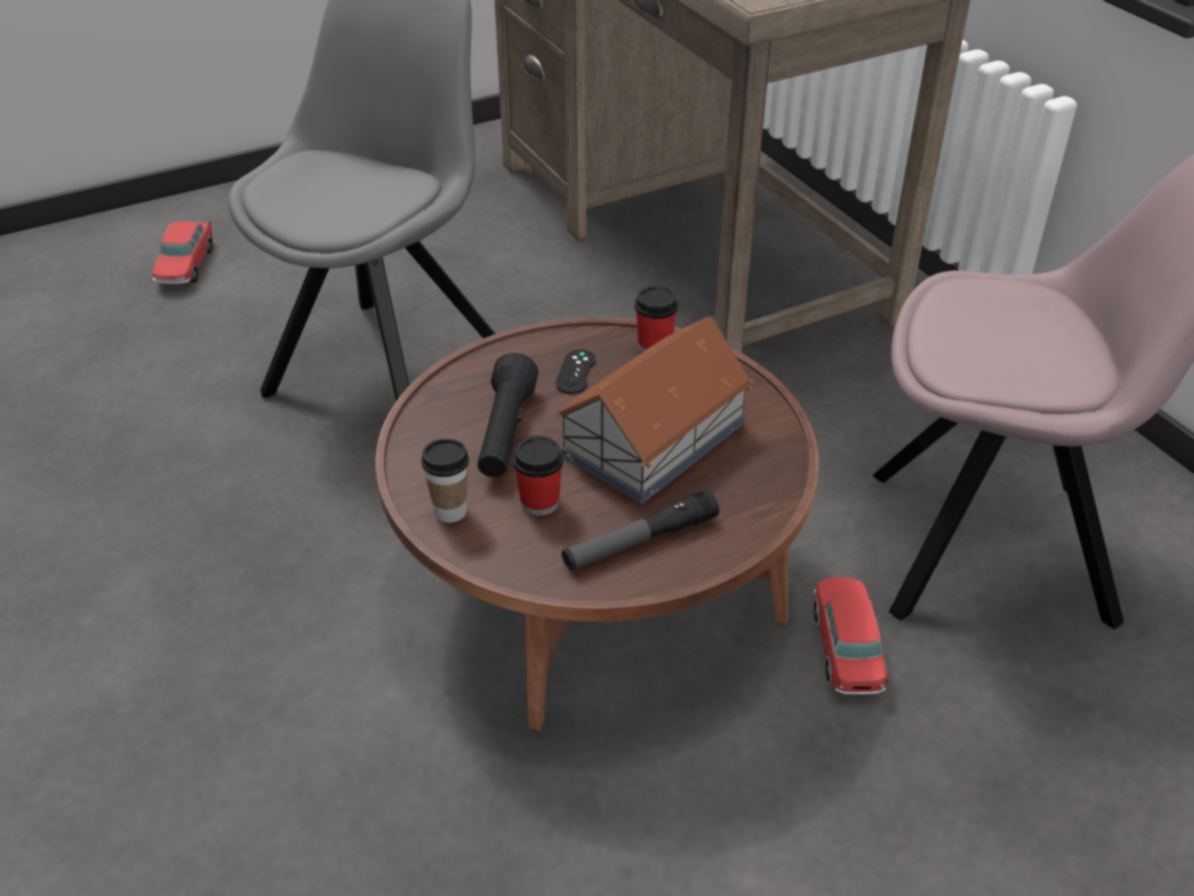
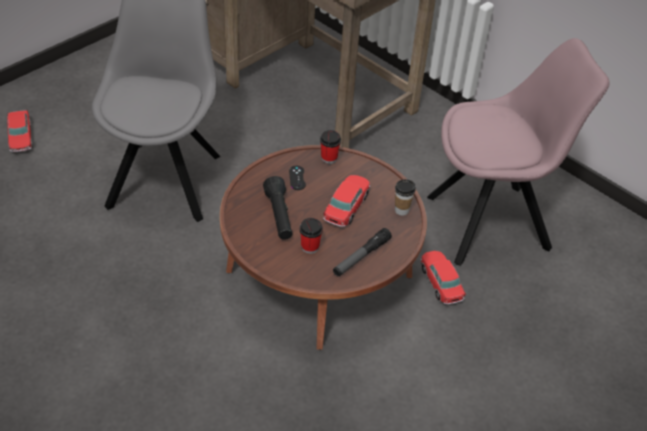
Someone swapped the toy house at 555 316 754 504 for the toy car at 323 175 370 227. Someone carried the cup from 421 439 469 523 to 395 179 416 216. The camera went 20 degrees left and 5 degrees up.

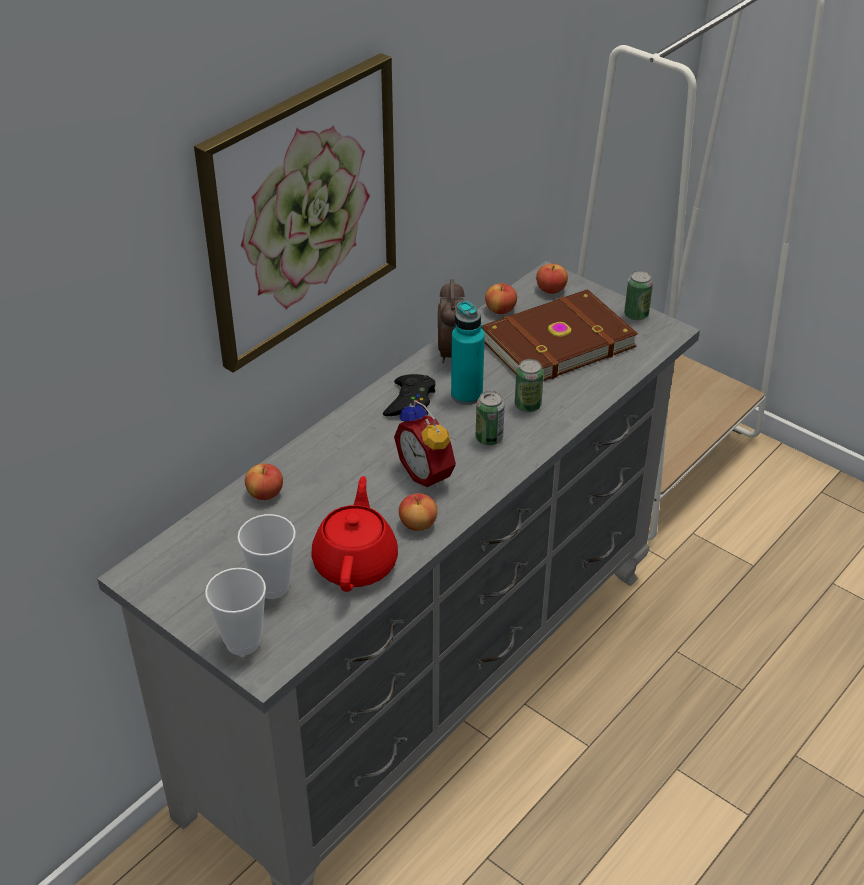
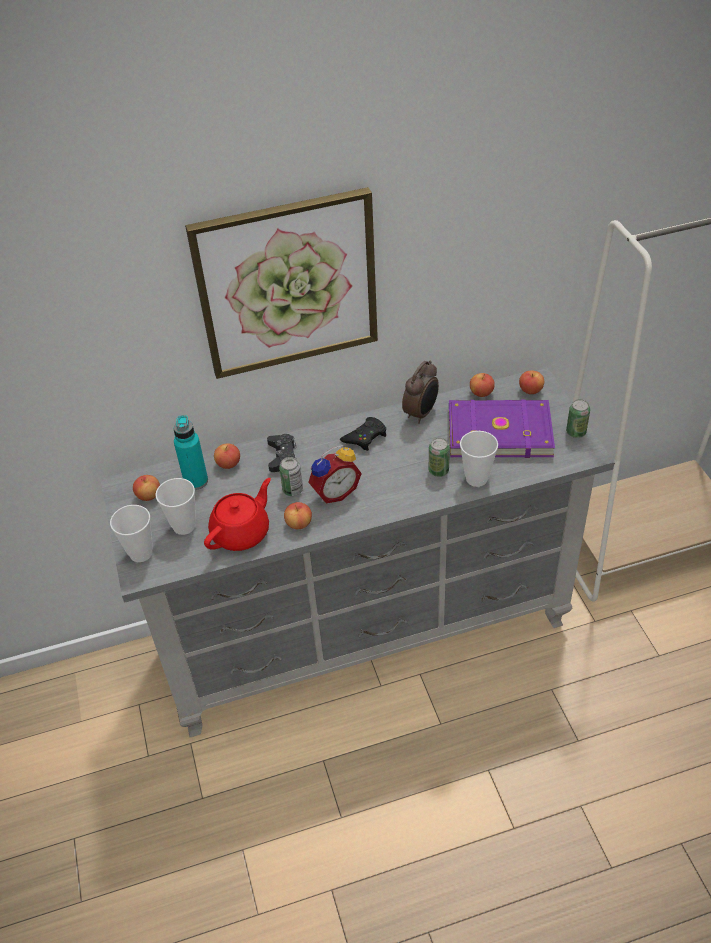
Someone put down the apple at 133 475 160 501. Someone carried the turquoise bottle from 451 301 485 405 to 174 415 208 490. Someone put down the black game controller at 267 434 296 472. Someone carried the can from 476 391 505 445 to 279 457 303 496. Someone rotated the alarm clock at 394 400 457 489 by 120 degrees counterclockwise. Someone repainted the brown book at 481 289 638 381, which became the purple book at 449 399 555 458. Someone put down the cup at 460 431 498 487. The camera went 35 degrees right and 5 degrees up.

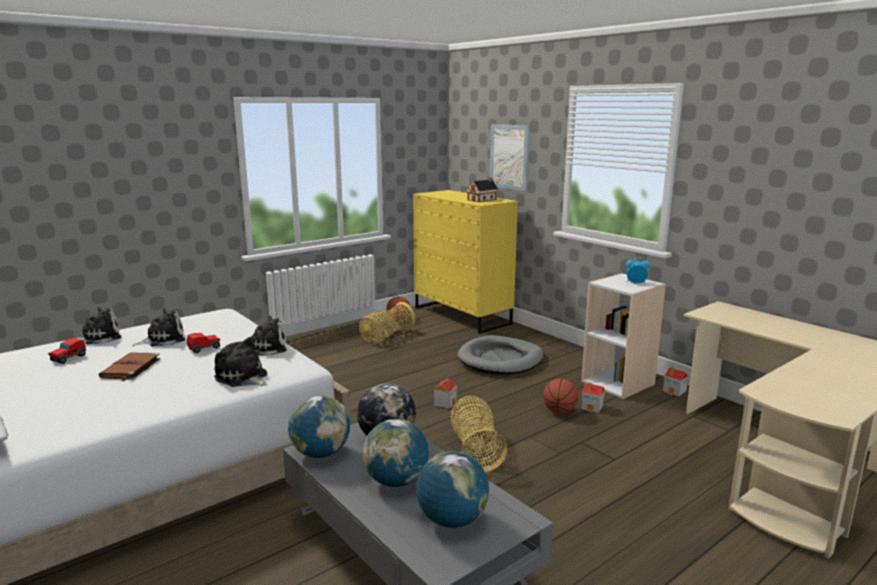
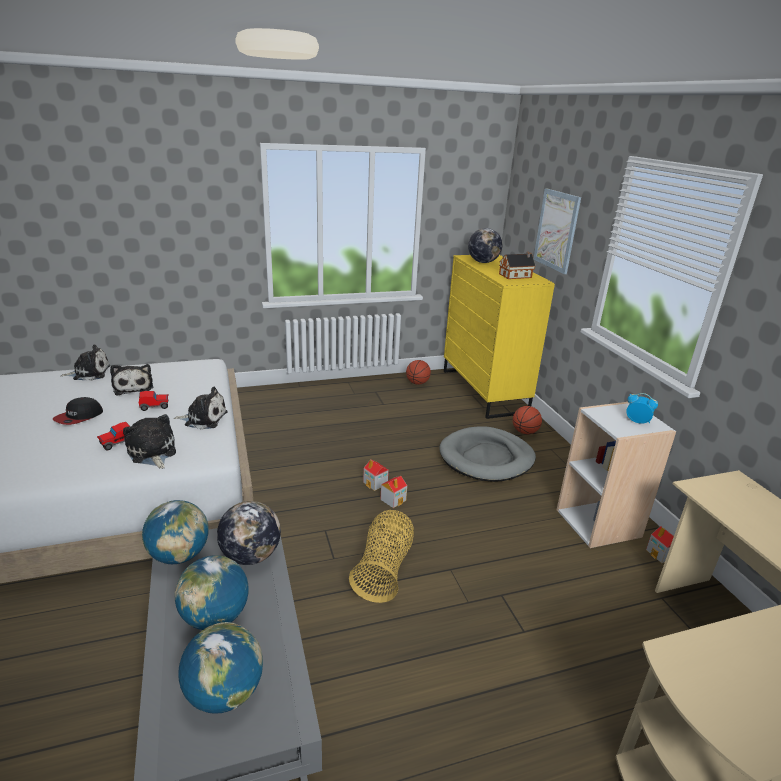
Someone swapped the brown book at 99 352 160 382 for the cap at 53 397 103 425. Someone carried the toy car from 48 338 86 364 to 97 422 131 450. Someone rotated the plush toy at 132 308 185 346 by 75 degrees clockwise. Someone carried the toy house from 581 382 605 413 to 363 460 389 491. Someone put down the globe at 468 228 502 263. Someone carried the basketball from 543 379 578 414 to 513 406 542 434. Someone took away the basket at 359 302 415 343. The camera went 20 degrees right and 10 degrees up.

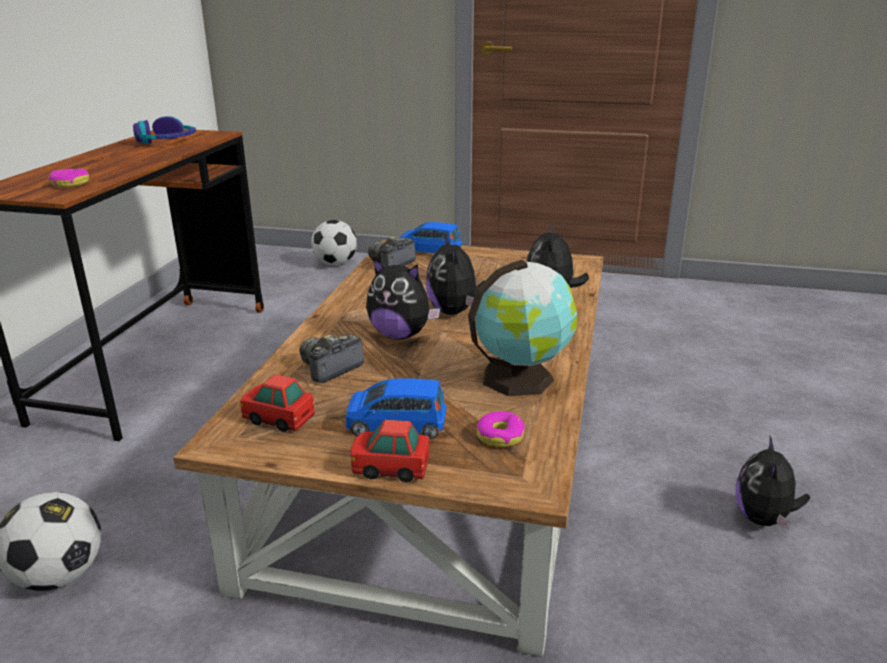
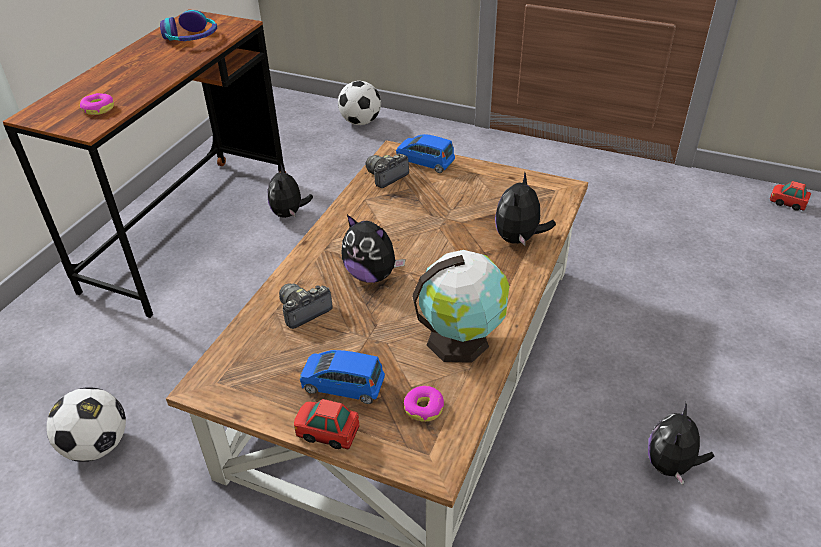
Someone carried the plush toy from 426 233 485 315 to 268 163 313 218. Someone carried the toy car from 240 374 315 432 to 770 181 811 211. The camera went 10 degrees right and 15 degrees up.

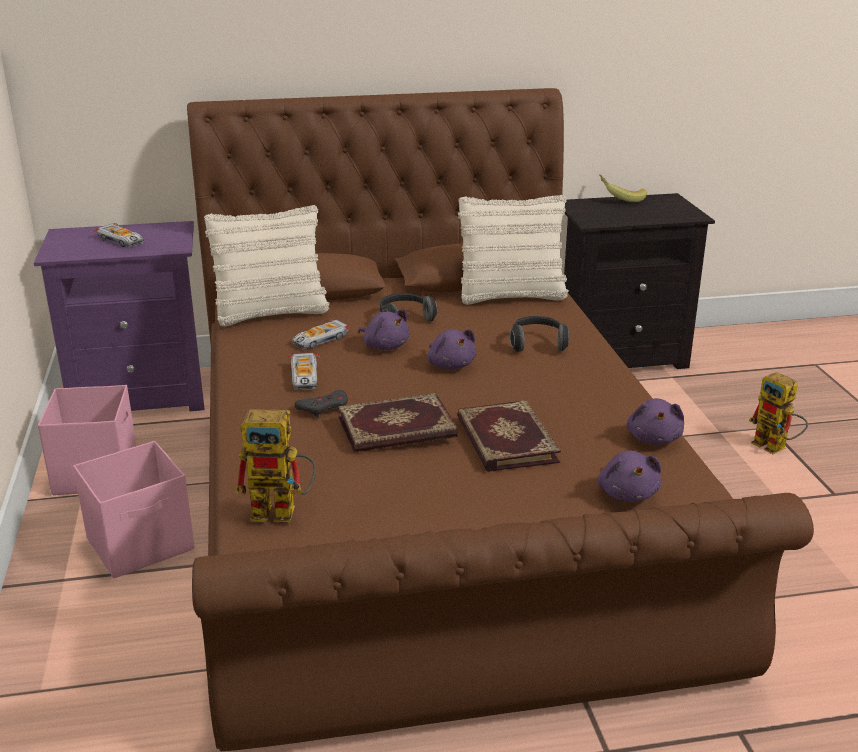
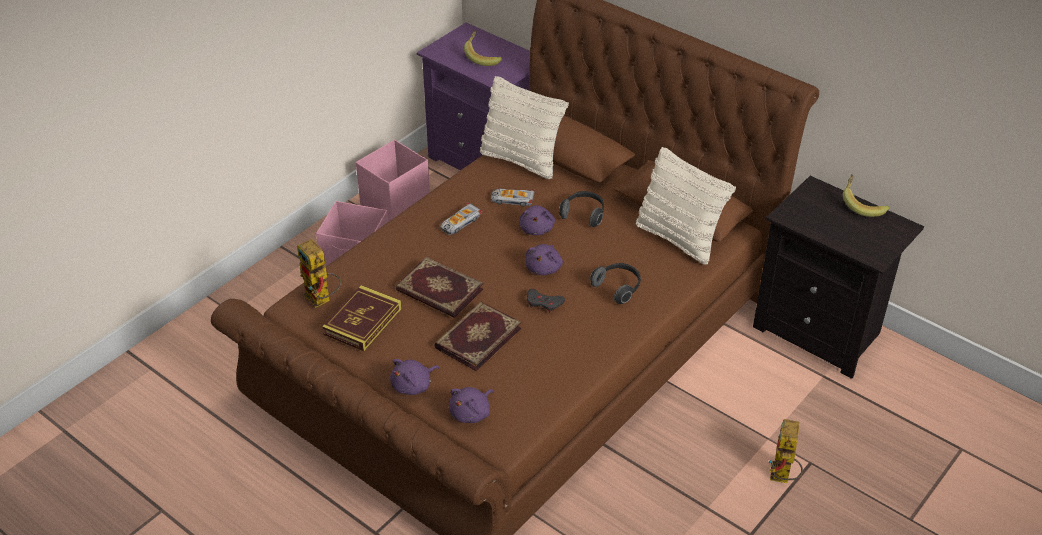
Someone put down the book at 322 285 402 351. Someone carried the purple plush toy from 627 398 684 445 to 390 359 440 395. Someone swapped the toy car at 94 223 144 247 for the banana at 464 30 502 66. Someone carried the grey game controller from 295 390 348 418 to 527 288 565 313. The camera went 50 degrees right and 15 degrees up.

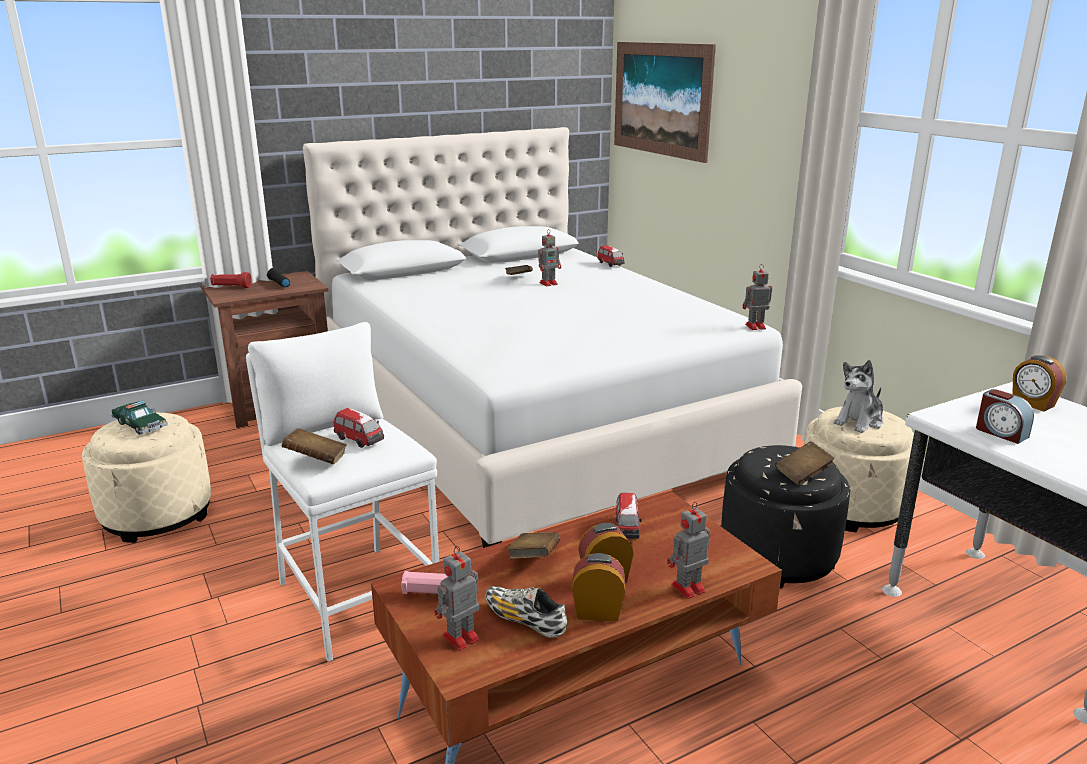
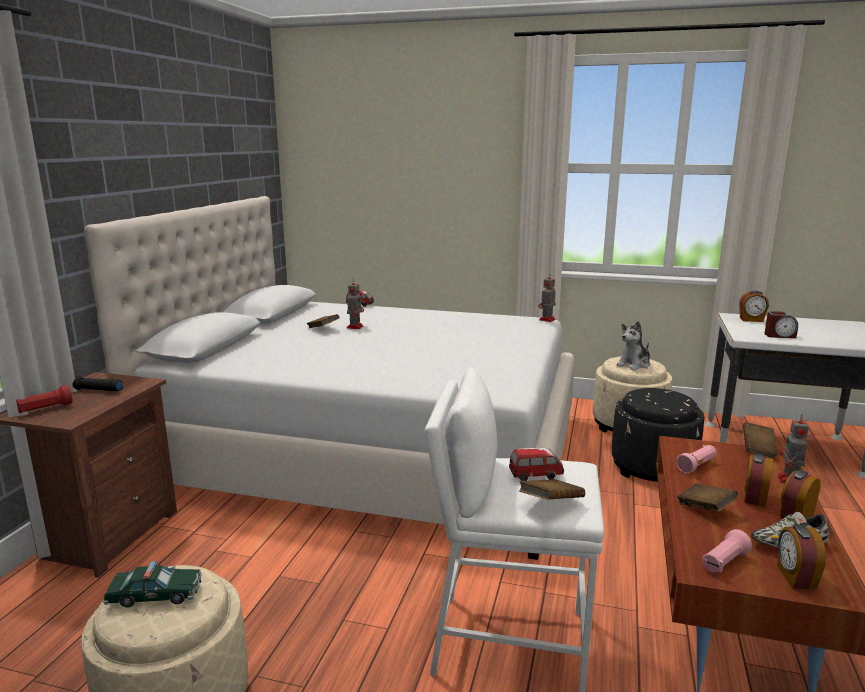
Someone rotated the plush toy at 833 360 884 433 by 45 degrees clockwise. Someone swapped the toy car at 616 493 641 539 for the pink flashlight at 676 445 717 474. Someone carried the brown book from 775 441 835 485 to 742 422 778 459. Someone swapped the toy robot at 434 546 479 651 for the alarm clock at 777 524 826 590. Someone took away the picture at 614 42 716 163. The camera went 45 degrees left and 5 degrees down.

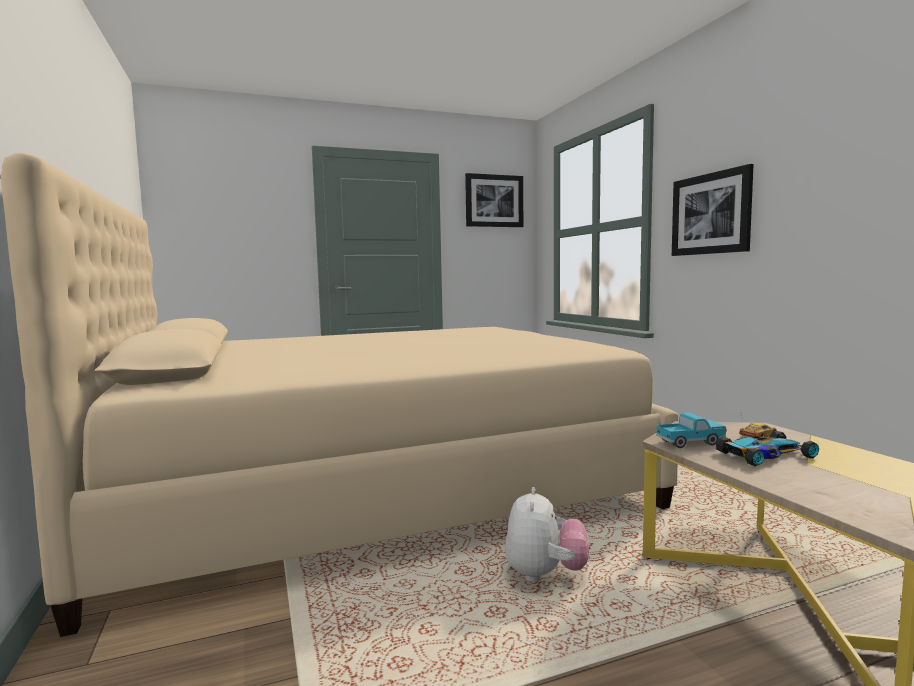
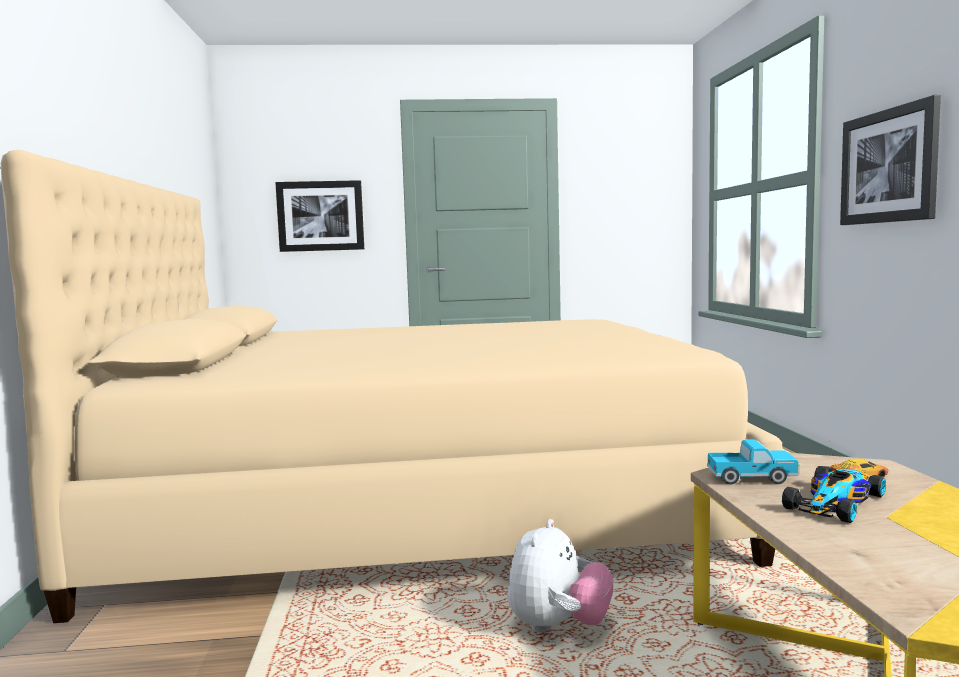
Someone carried the picture from 465 173 523 227 to 275 180 364 252. Someone rotated the toy car at 716 431 819 466 by 135 degrees clockwise. The camera went 15 degrees right and 0 degrees up.

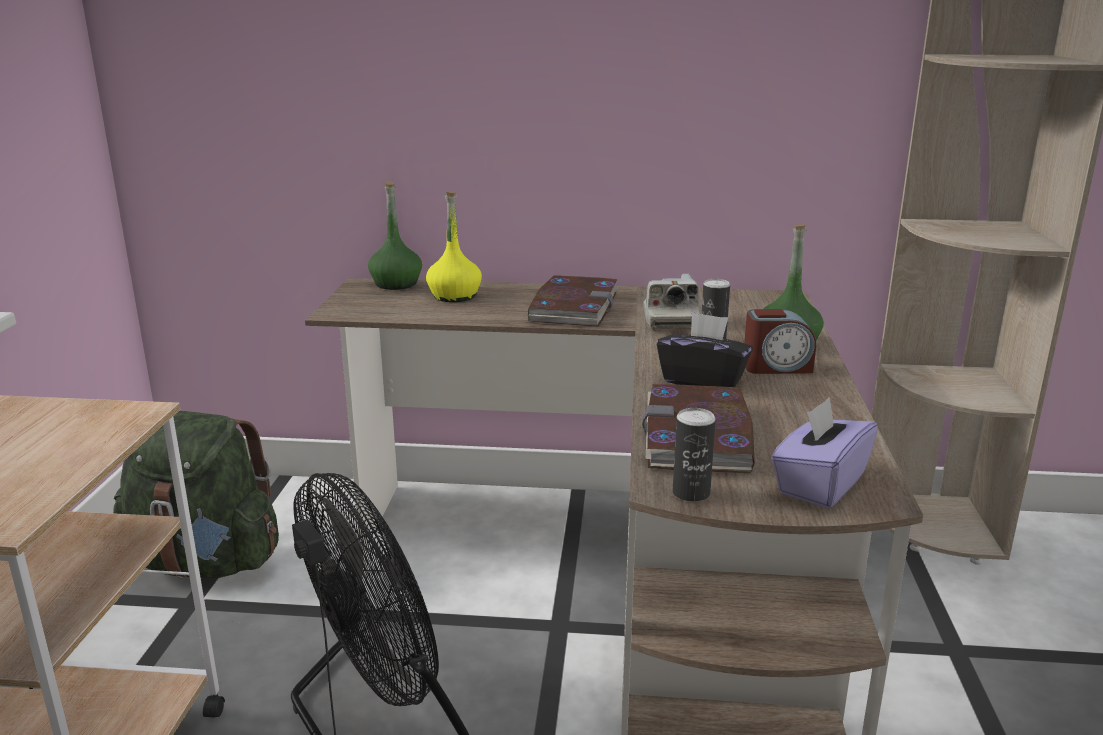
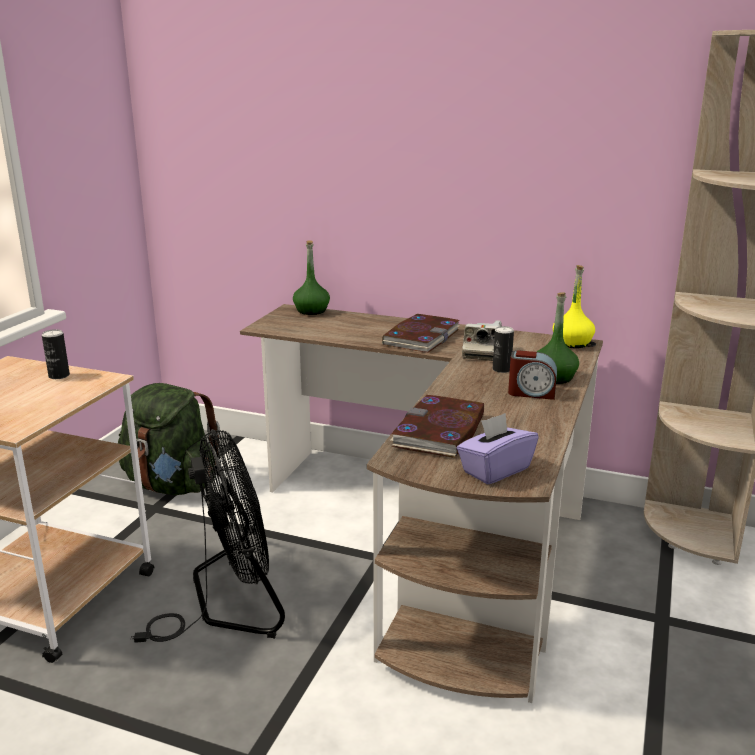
Someone carried the can from 673 408 716 502 to 42 329 70 379. Someone carried the yellow bottle from 426 191 482 302 to 553 265 595 348. Someone took away the black tissue box at 657 312 753 387. The camera went 15 degrees right and 0 degrees up.

